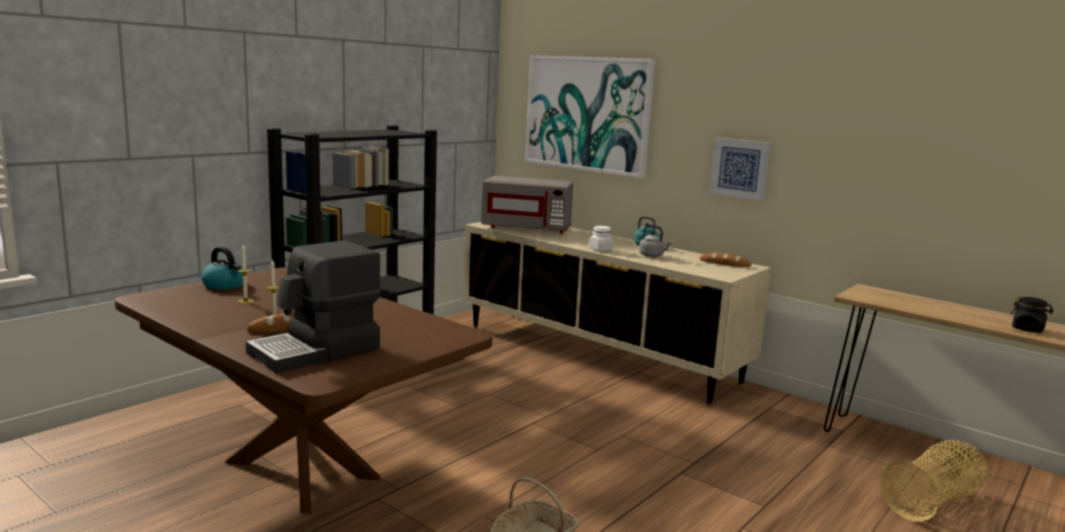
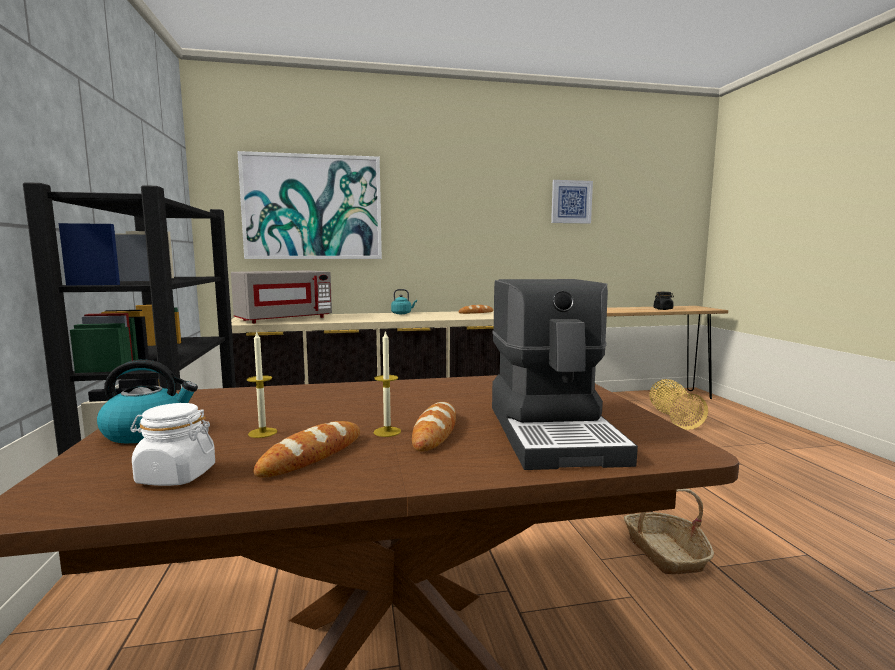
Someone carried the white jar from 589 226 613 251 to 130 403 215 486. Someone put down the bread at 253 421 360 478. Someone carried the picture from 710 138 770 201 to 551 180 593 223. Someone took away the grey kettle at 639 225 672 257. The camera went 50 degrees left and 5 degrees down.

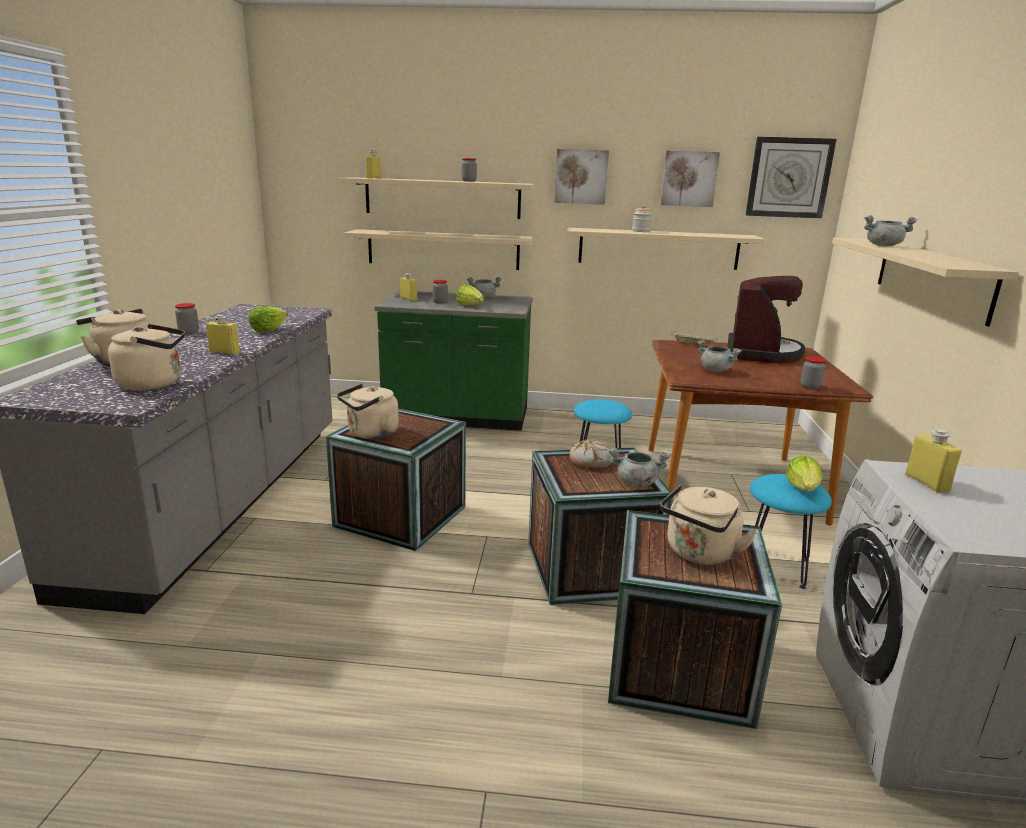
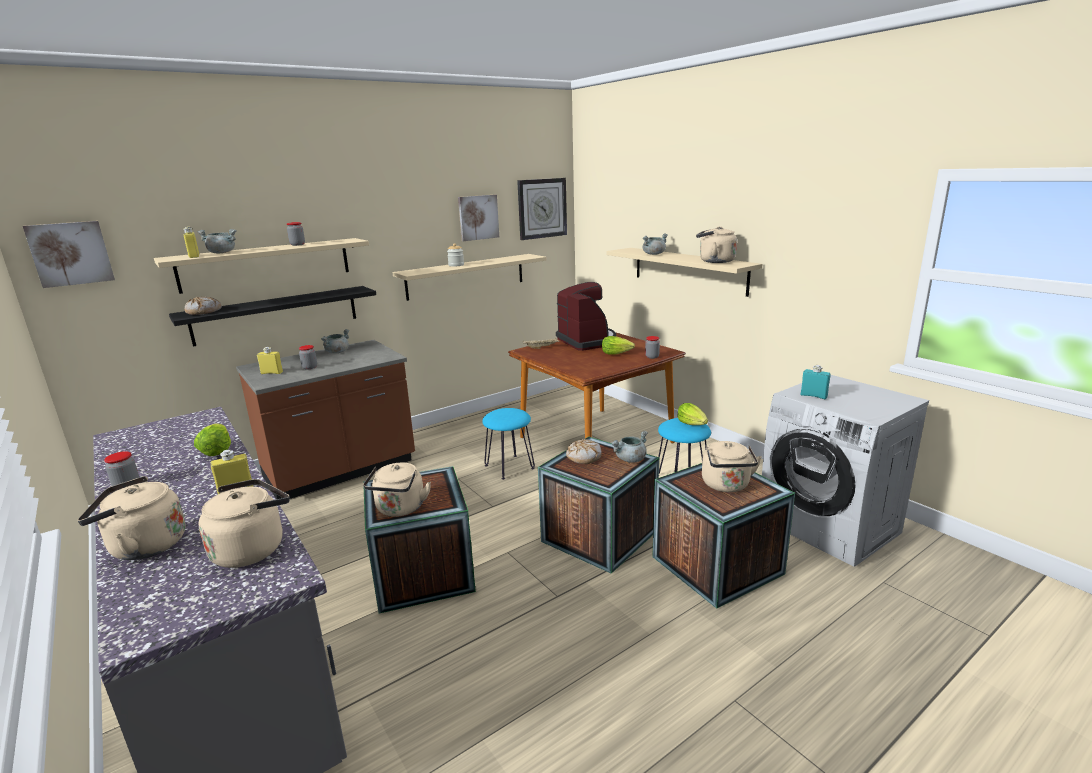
Someone carried the picture from 554 149 609 205 to 23 221 115 288. Someone repainted the beige shelf at 344 229 533 270, which became the black shelf at 169 286 376 347. Someone put down the bread at 185 297 222 315. Someone carried the grey cooking pot from 697 340 742 372 to 197 229 237 253. Someone repainted the green counter at 374 290 533 431, which became the brown counter at 236 340 415 499. Someone carried the lettuce from 456 284 484 306 to 602 336 635 355. Someone put down the beige kettle at 696 226 737 263. Someone repainted the yellow bottle at 905 429 962 493, which became the turquoise bottle at 801 365 831 400. The camera went 40 degrees left and 0 degrees up.

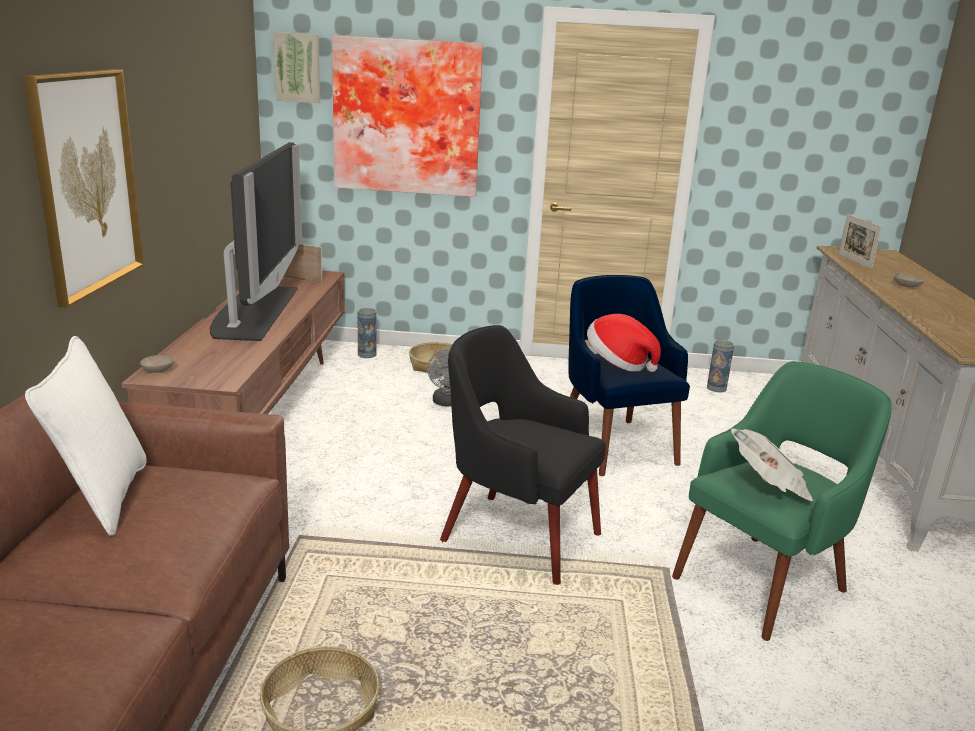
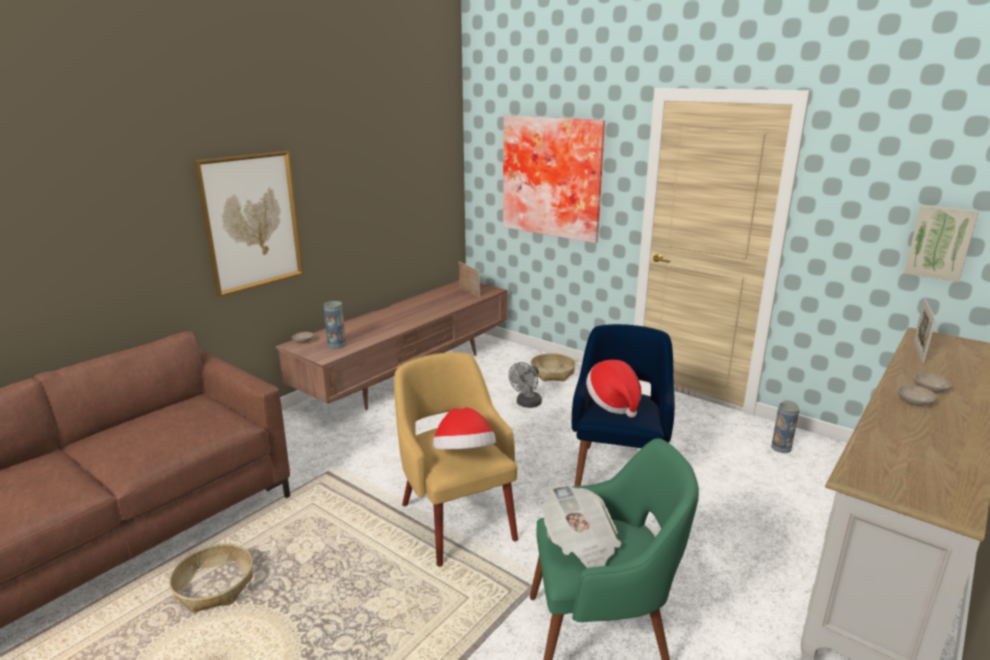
Someone carried the vase from 357 308 377 358 to 324 301 346 349. Someone repainted the black armchair at 440 325 606 585, which became the yellow armchair at 394 352 518 567. Someone put down the hat at 433 407 496 449. Someone put down the beige bowl at 897 385 936 406. Someone carried the picture from 273 32 320 103 to 904 205 979 282. Someone took away the white pillow at 25 336 147 536. Someone took away the television at 210 142 302 341. The camera went 35 degrees right and 0 degrees up.

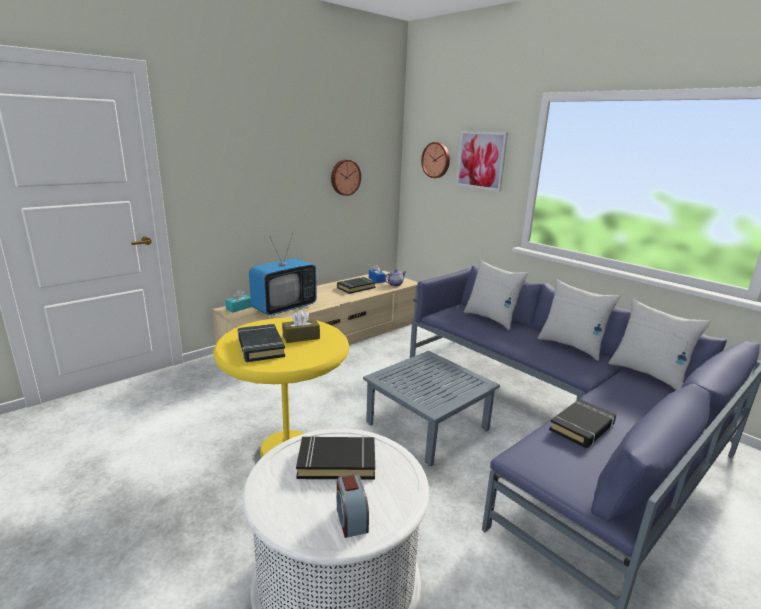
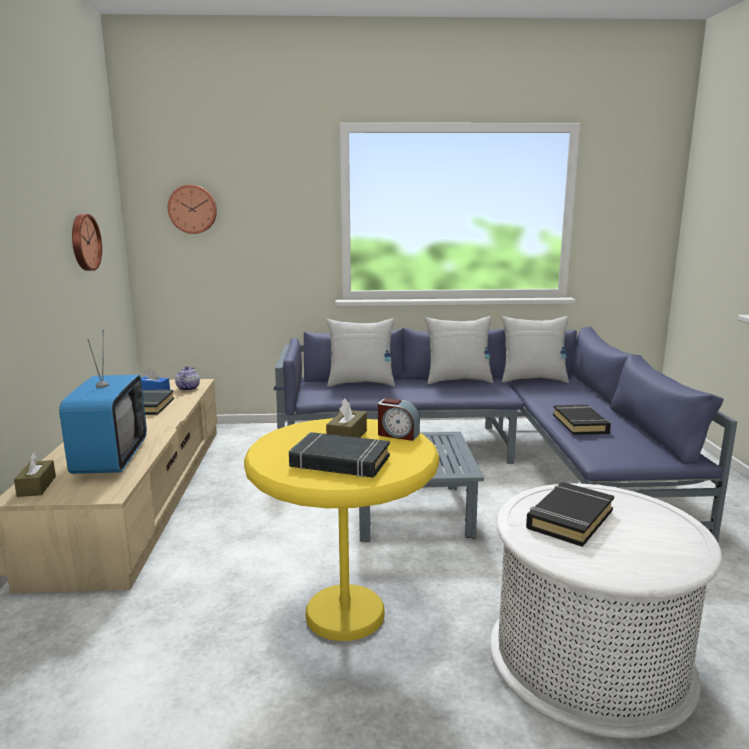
Someone repainted the turquoise tissue box at 225 290 252 313, which became the brown tissue box at 14 452 56 497. Someone carried the alarm clock from 336 474 369 538 to 378 398 420 441. Someone took away the picture at 456 131 508 191. The camera went 50 degrees left and 5 degrees down.

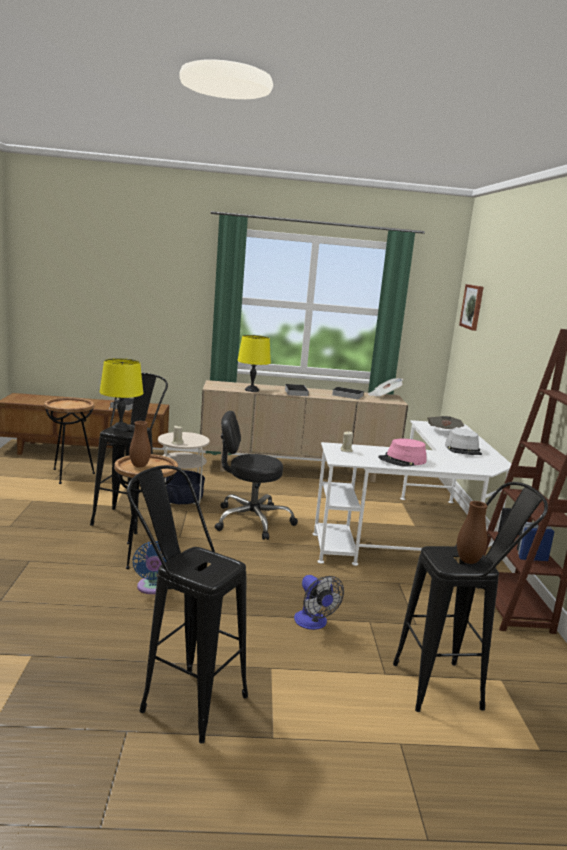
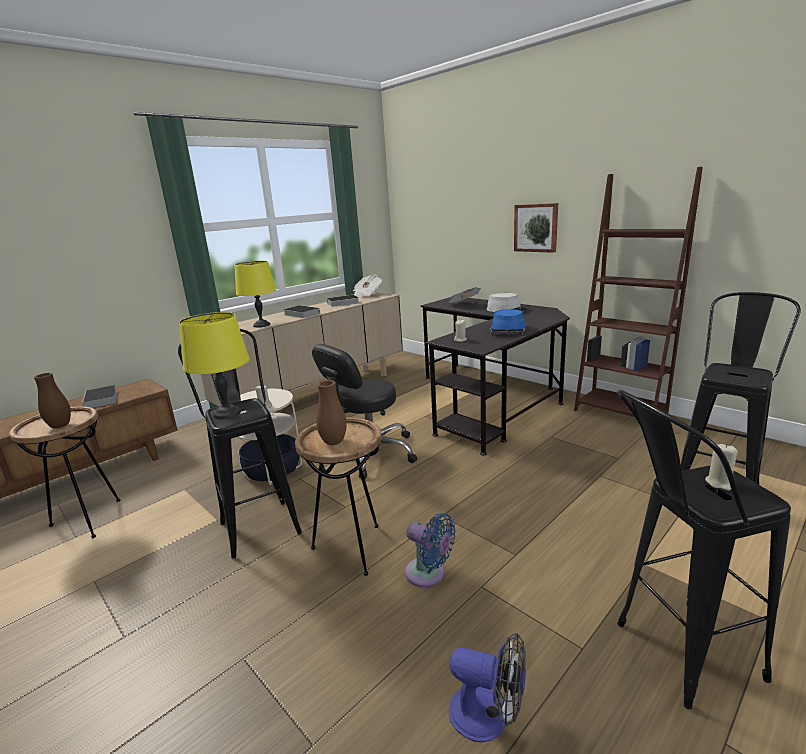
Someone carried the brown vase from 457 501 487 564 to 34 373 71 428. Someone repainted the white desk at 312 420 511 566, which became the black desk at 421 297 570 456. Someone carried the fan from 294 575 344 630 to 449 633 526 742. Someone repainted the pink hat at 378 438 426 467, which became the blue hat at 490 309 526 335. Someone carried the picture from 459 284 483 331 to 514 203 558 253. Someone put down the beige candle at 705 444 738 491. The camera went 40 degrees left and 5 degrees up.

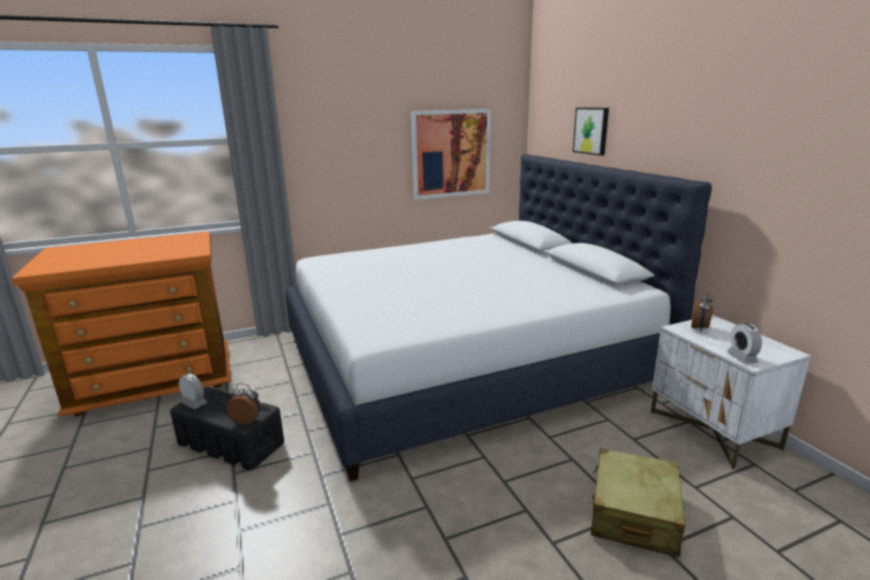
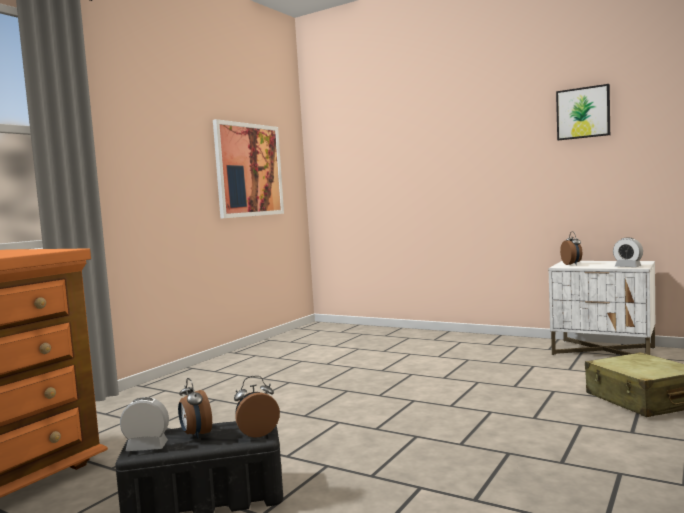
Someone put down the alarm clock at 178 378 212 439. Someone carried the picture from 573 108 609 156 to 556 84 610 141. Someone took away the white bed at 285 154 712 482. The camera went 35 degrees left and 15 degrees down.

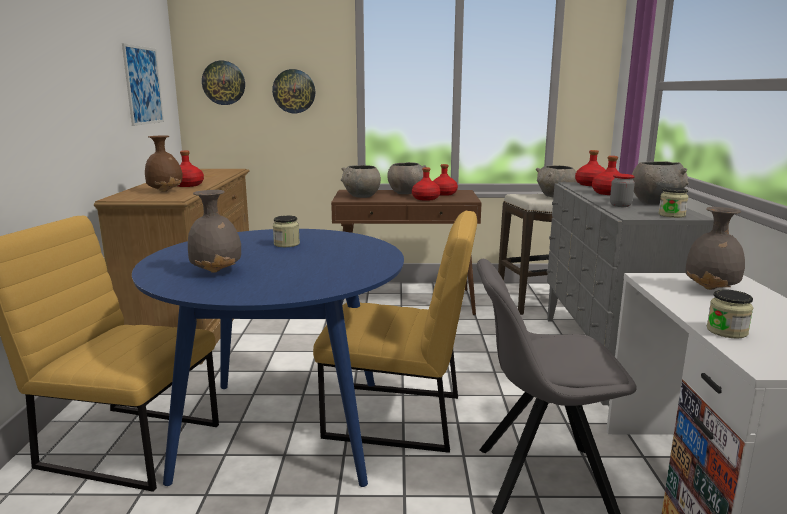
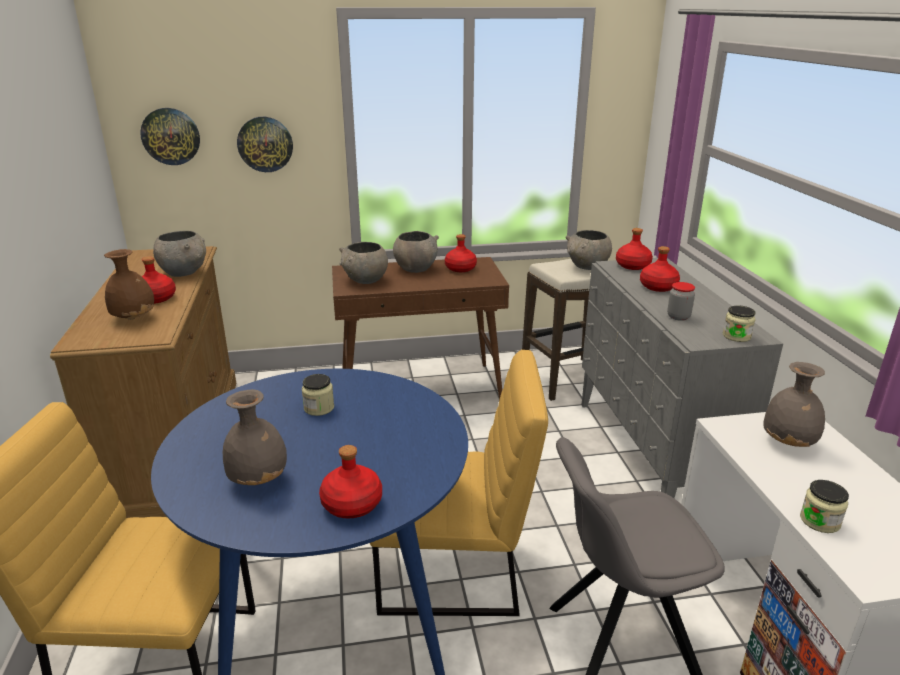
Someone carried the grey bowl from 632 161 689 205 to 153 231 206 277. Someone carried the red bottle from 412 168 440 201 to 319 445 382 519. Someone took away the picture at 122 43 164 126. The camera went 10 degrees left and 10 degrees up.

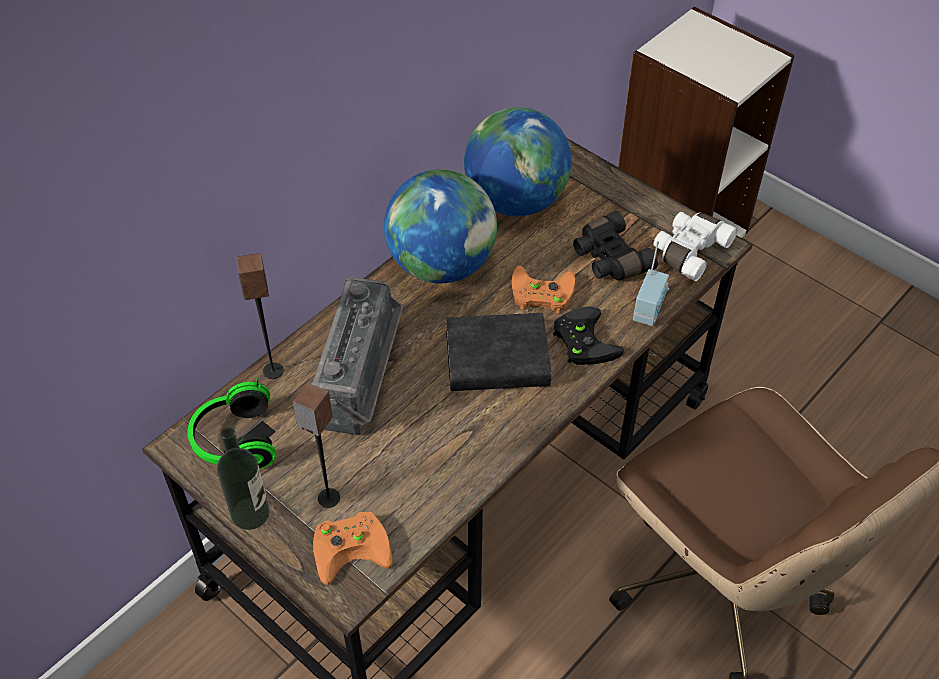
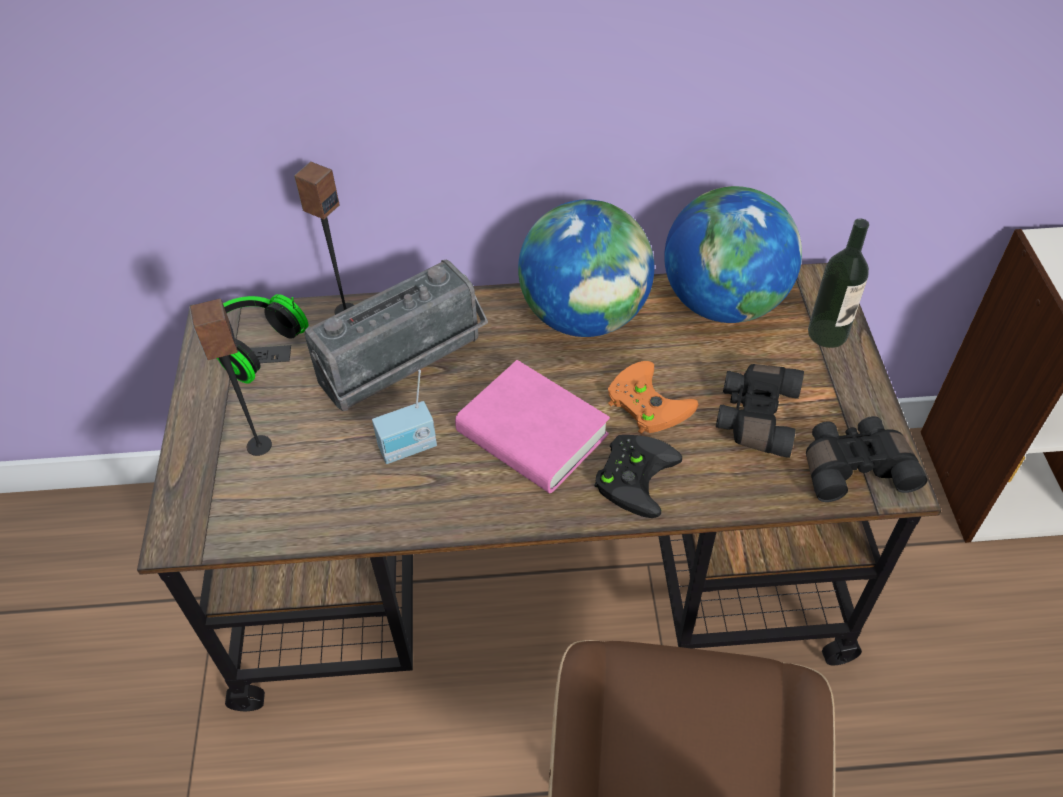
Someone carried the radio from 633 241 669 326 to 372 370 437 464. Someone repainted the black book at 446 313 551 391, which became the pink book at 455 360 610 493. Someone repainted the white binoculars at 653 212 738 281, which became the black binoculars at 806 416 928 502. Someone carried the bottle from 217 428 270 530 to 808 219 869 348. Someone took away the orange game controller at 313 512 393 585. The camera went 45 degrees right and 0 degrees up.

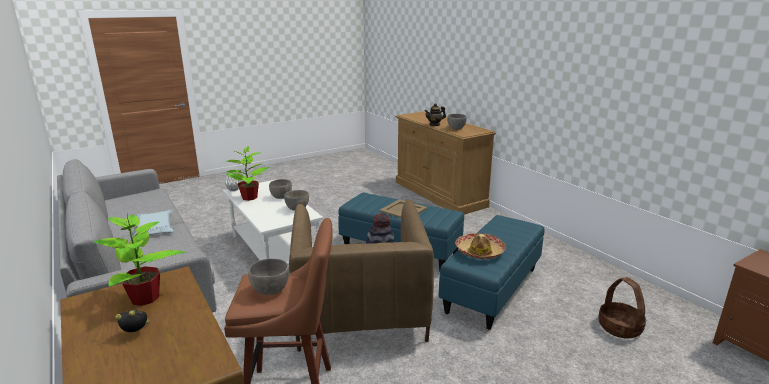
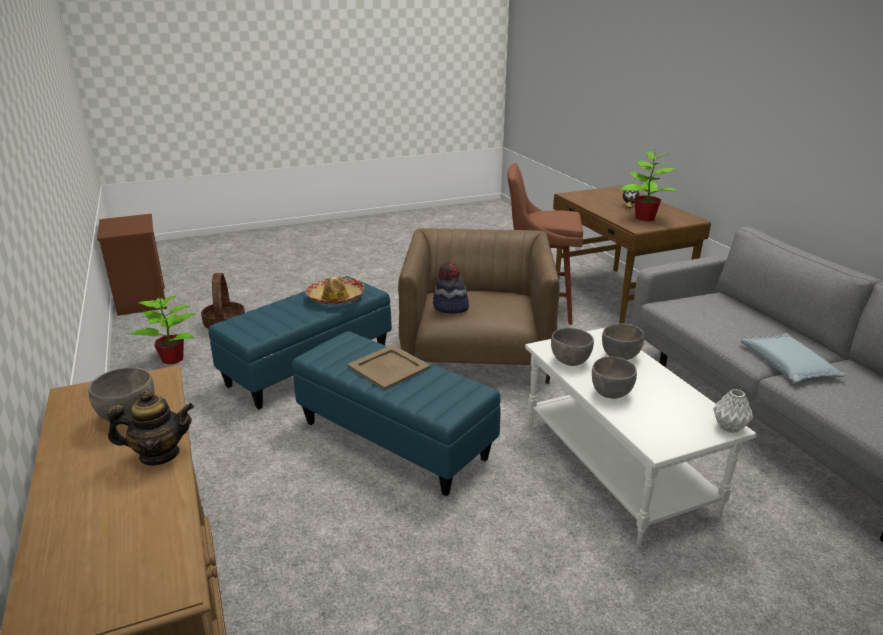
Someone carried the potted plant from 226 146 270 201 to 130 292 195 365. Someone carried the grey bowl from 248 258 289 295 to 602 323 644 360. The camera went 170 degrees left and 5 degrees up.

